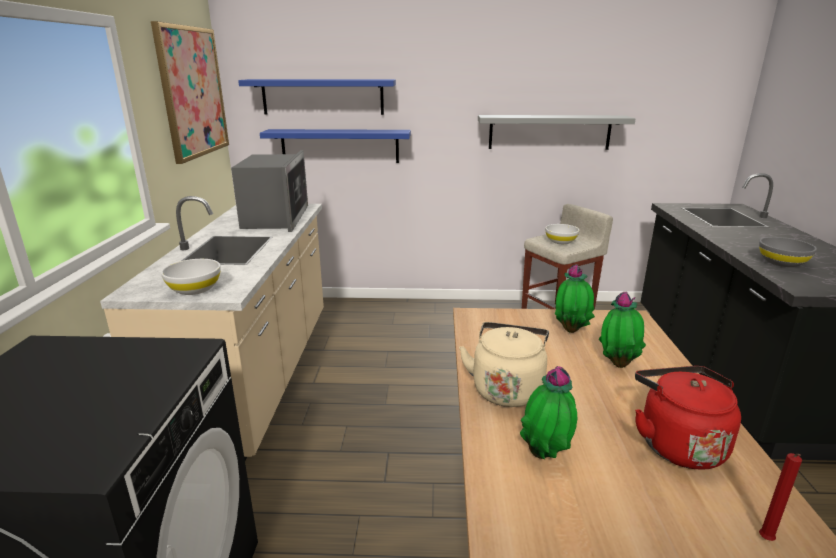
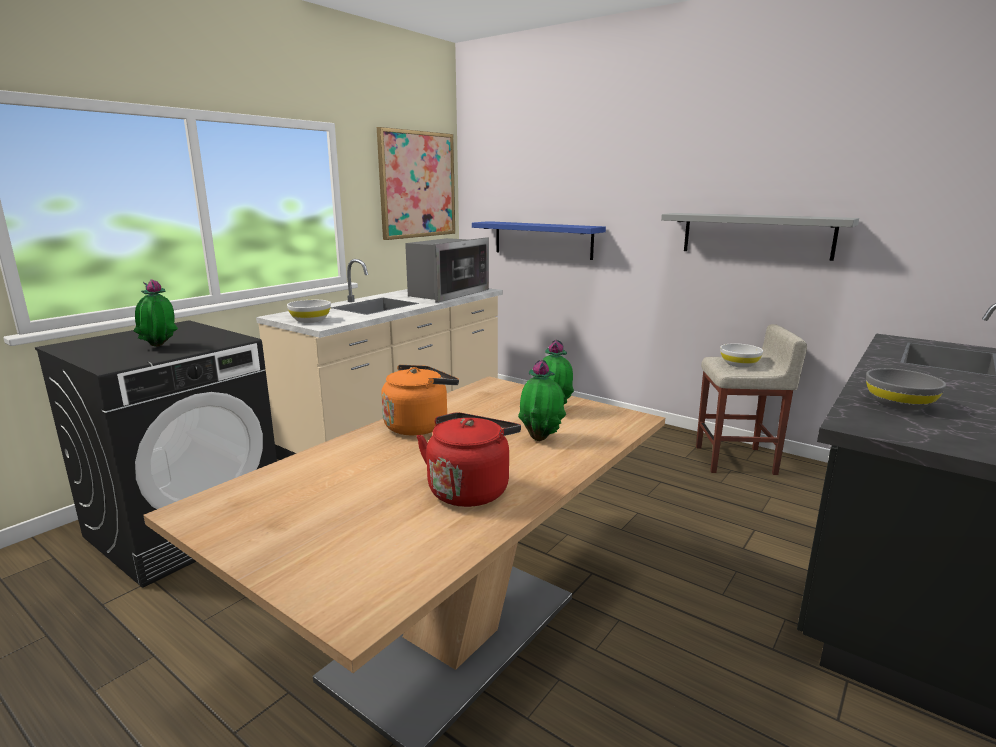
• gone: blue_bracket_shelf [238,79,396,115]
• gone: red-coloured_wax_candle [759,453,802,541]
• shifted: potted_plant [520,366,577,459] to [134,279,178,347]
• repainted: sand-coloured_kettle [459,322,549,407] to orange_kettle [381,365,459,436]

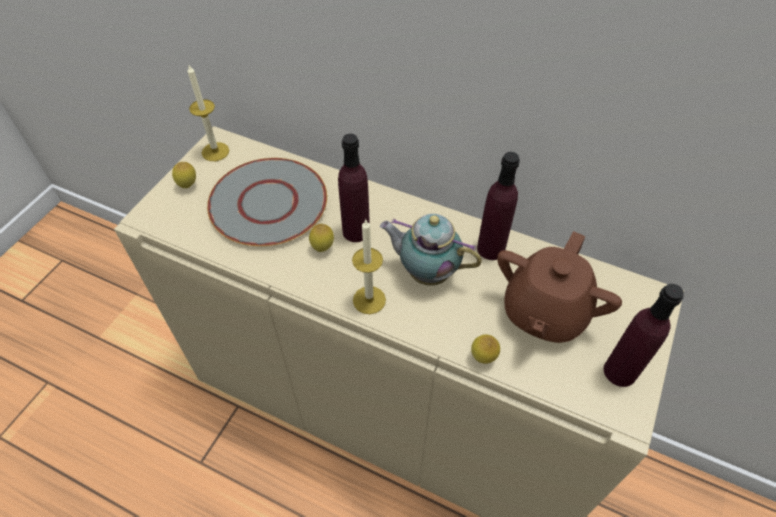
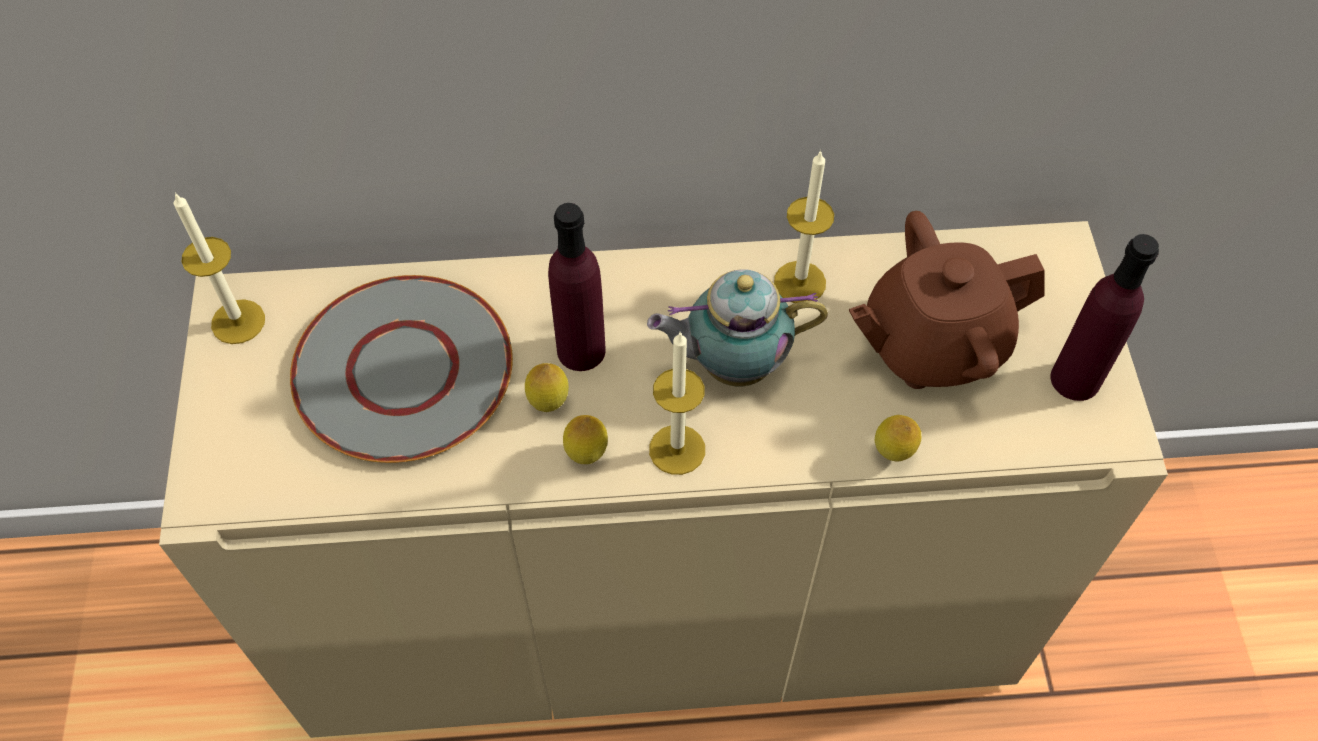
• shifted: lemon [172,162,196,188] to [563,415,608,464]
• swapped: purplish_beverage_bottle [477,152,520,260] to wax_candle [774,150,834,303]
• rotated: brown-coloured_pot_for_tea [497,231,622,343] = [849,211,1045,389] 75 degrees clockwise

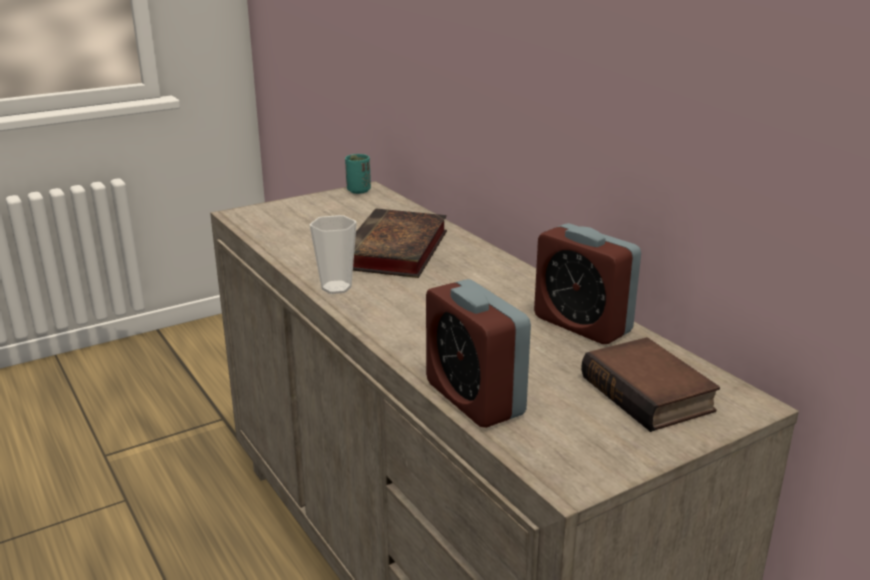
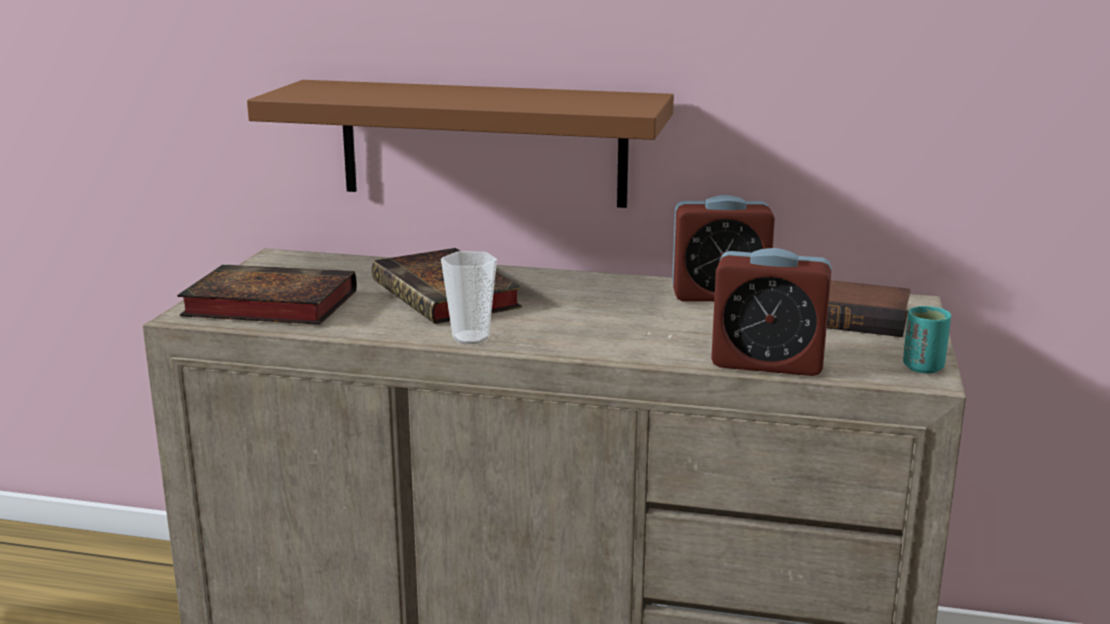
• new: volume [177,264,357,325]
• new: brown-coloured_bracket_shelf [247,80,674,208]
• shifted: blue-green_cup [345,154,371,194] to [903,306,951,373]

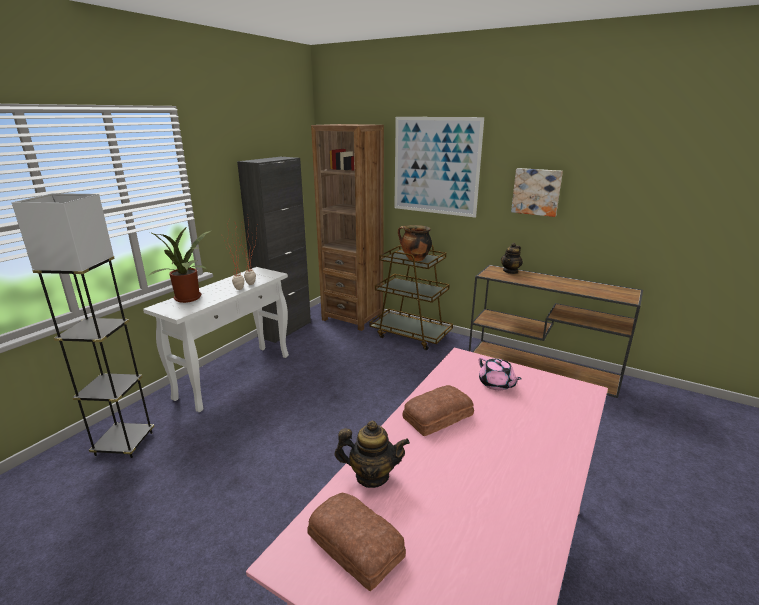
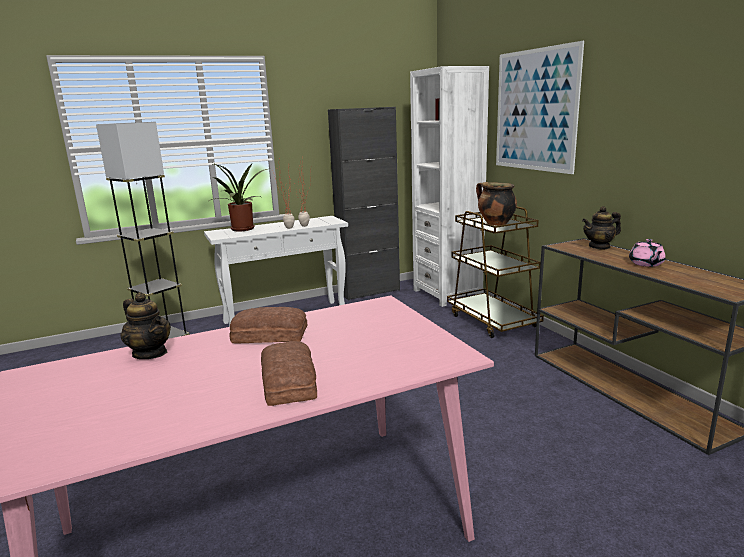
• gone: wall_picture [511,168,563,217]
• shifted: bread [307,492,406,591] to [261,341,317,406]
• shifted: pinkish_pot_for_tea [479,357,522,391] to [629,239,666,267]
• repainted: brown-coloured_bookcase [311,124,384,331] to white_bookcase [410,66,489,307]

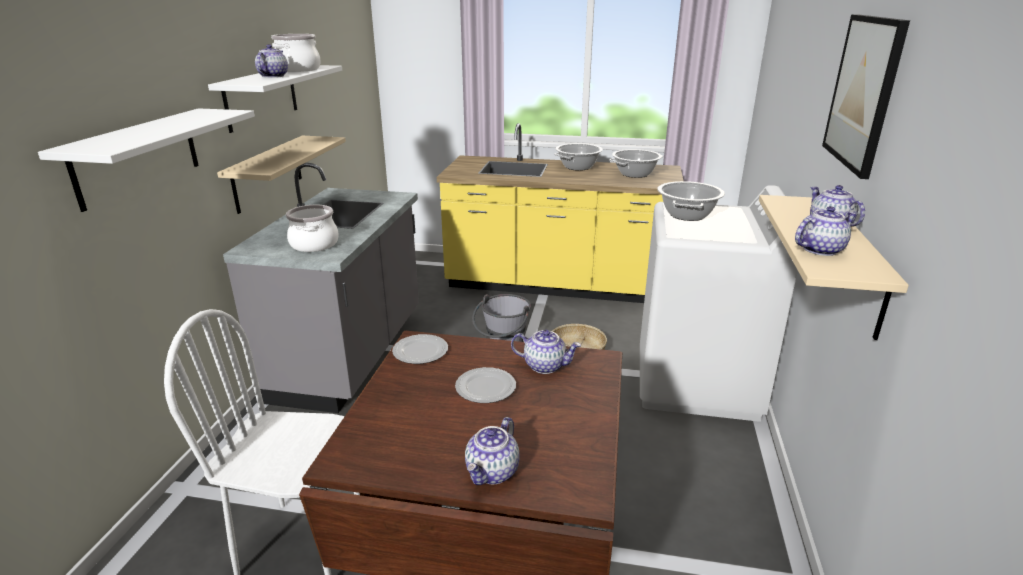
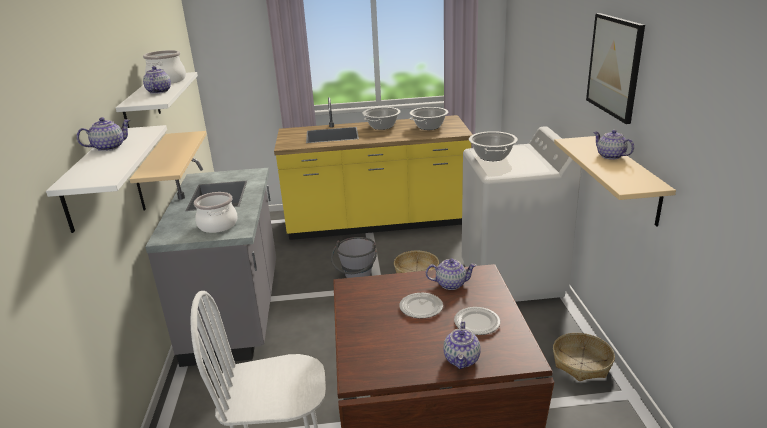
• new: storage_basket [553,333,615,381]
• shifted: flat_dish [392,334,448,364] to [454,307,500,335]
• shifted: pot_for_tea [795,206,856,256] to [77,117,130,151]

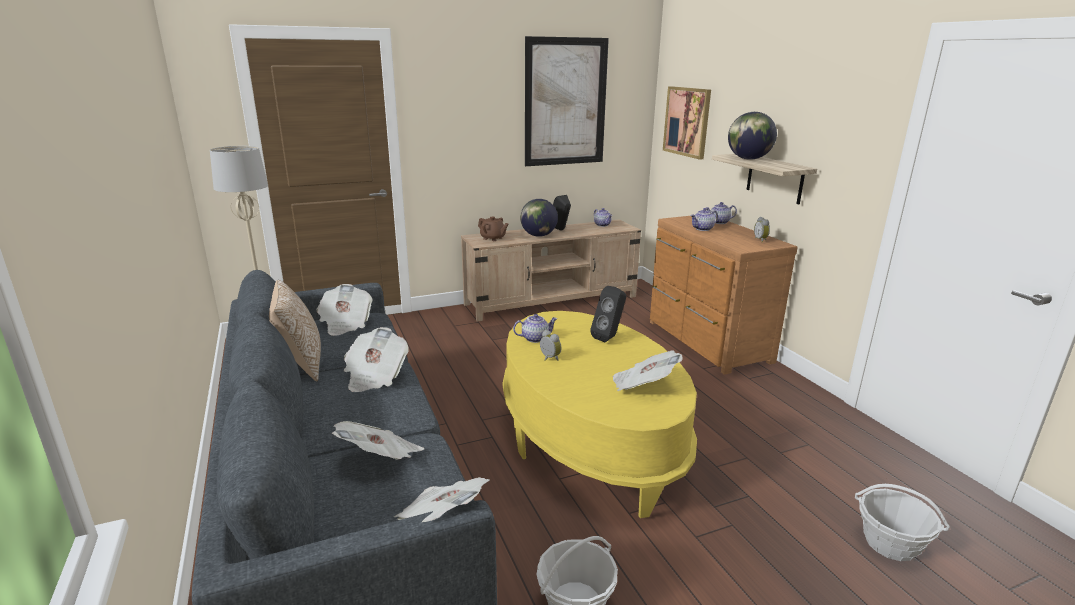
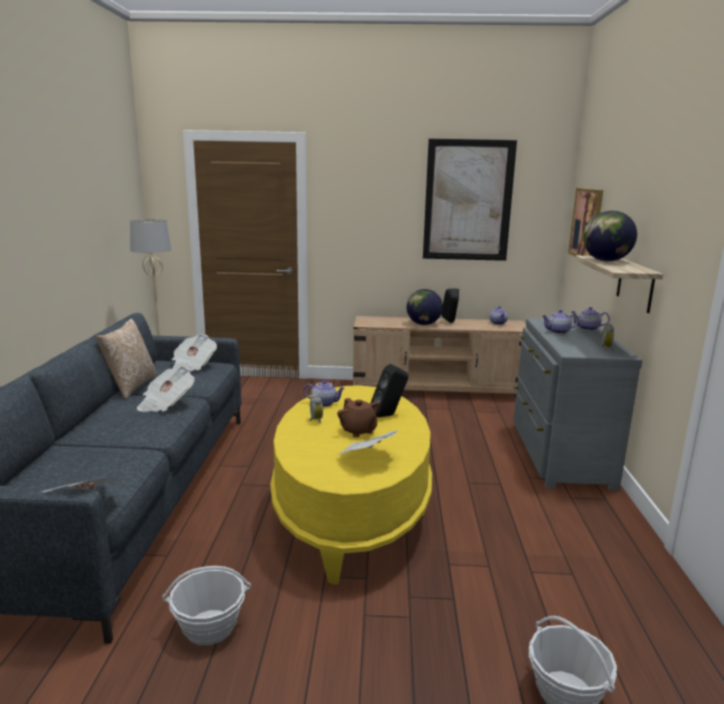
• gone: daily_paper [332,421,424,460]
• shifted: brown-coloured_pot_for_tea [478,217,509,241] to [337,398,380,437]
• repainted: brown-coloured_dresser [650,216,798,375] to greyish_dresser [513,318,642,491]

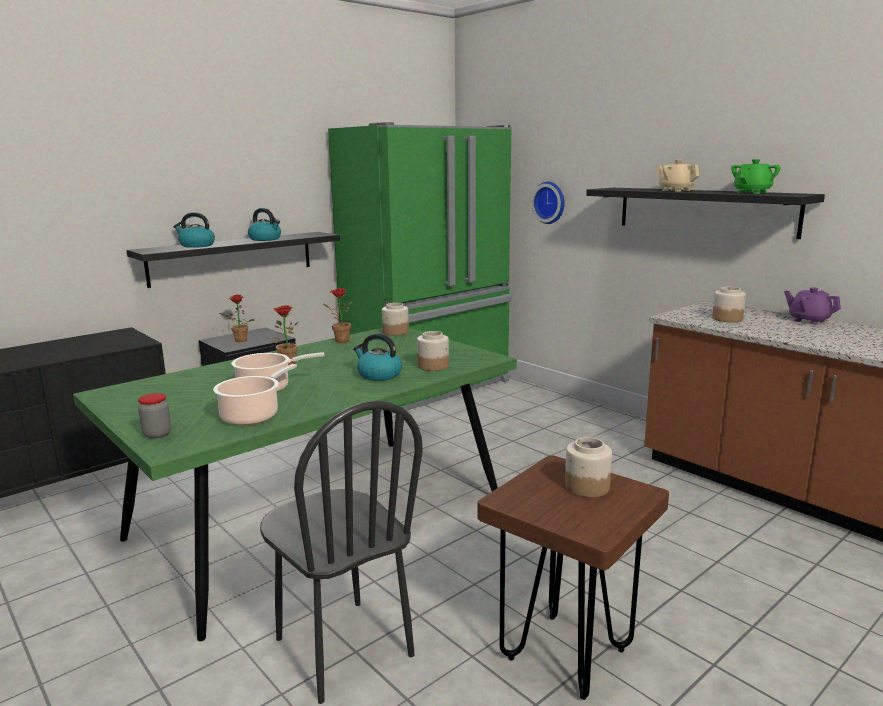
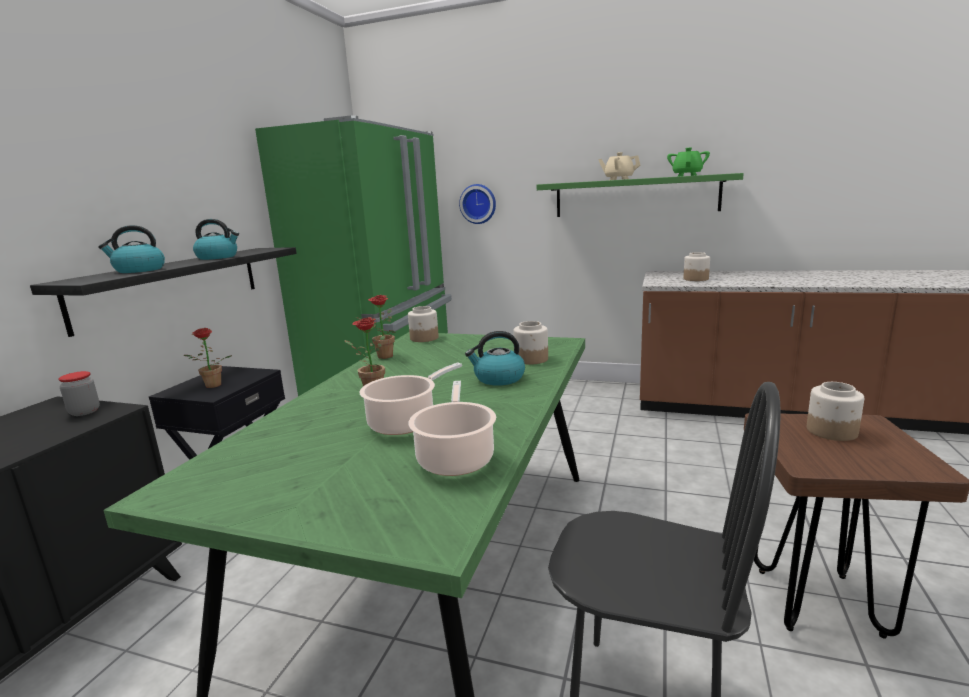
• gone: purplish_pot_for_tea [784,287,841,325]
• shifted: storage_jar [138,393,171,439] to [59,371,100,416]
• repainted: black_bracket_shelf [586,188,825,239] to greenish_bracket_shelf [537,173,744,217]

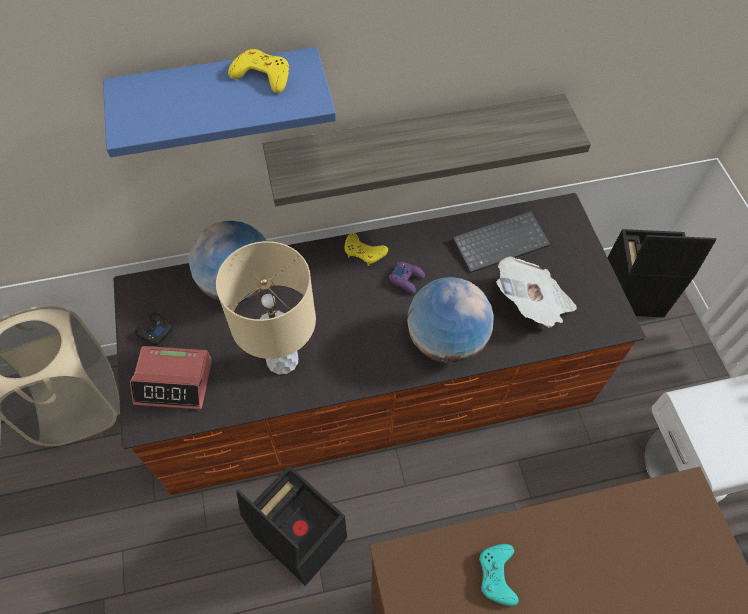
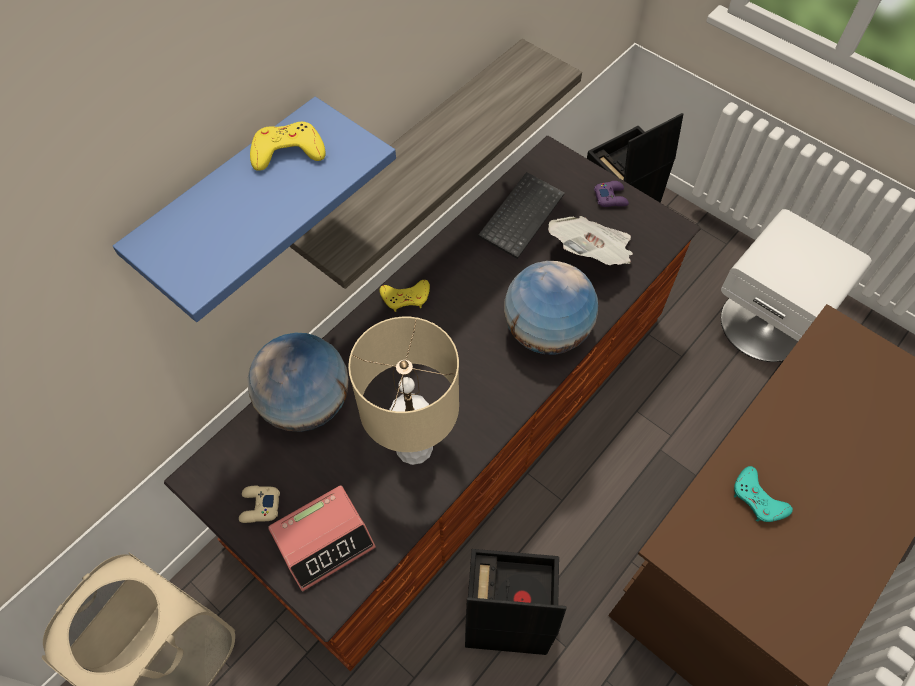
• shifted: purplish_joypad [389,262,425,294] to [594,181,629,207]
• repainted: black_joypad [134,313,173,346] to sand-coloured_joypad [239,486,280,523]

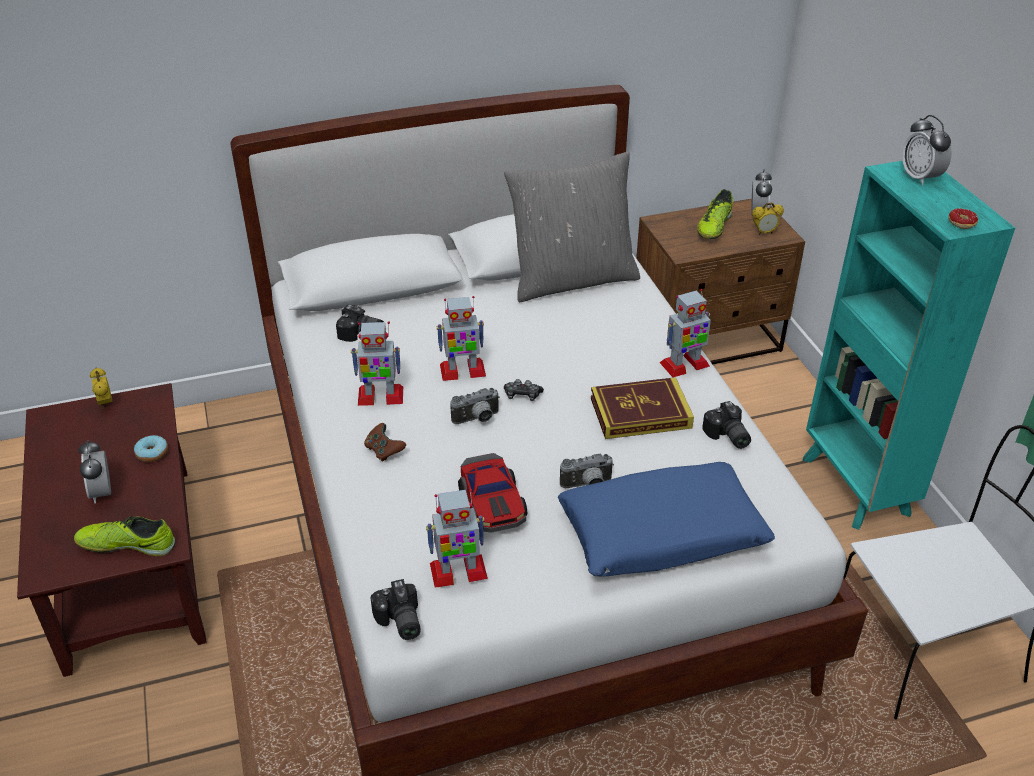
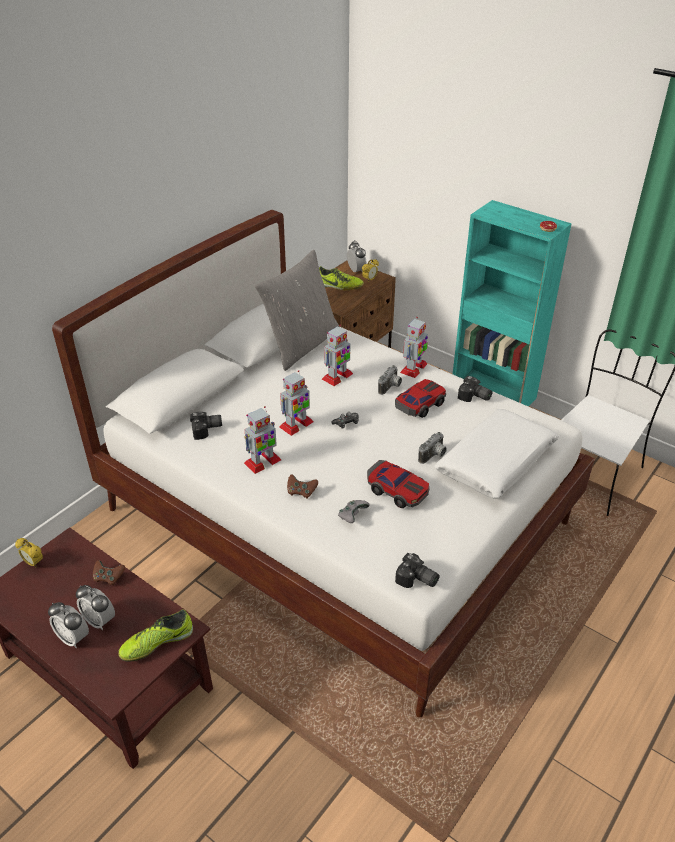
• new: greyish_joypad [338,500,370,523]
• shifted: robot_figure [426,489,488,588] to [322,325,353,386]
• shifted: still_camera [450,388,500,424] to [378,365,402,395]
• shifted: alarm_clock [902,115,951,186] to [48,602,89,648]
• swapped: donut [134,435,168,462] to brown-coloured_joypad [93,560,125,585]
• swapped: volume [591,377,694,439] to miniature_car [395,379,446,418]
• repainted: blue_cushion [558,462,775,576] to white_cushion [434,409,559,499]
• rotated: shoe [697,189,733,239] = [319,266,364,290] 60 degrees counterclockwise

